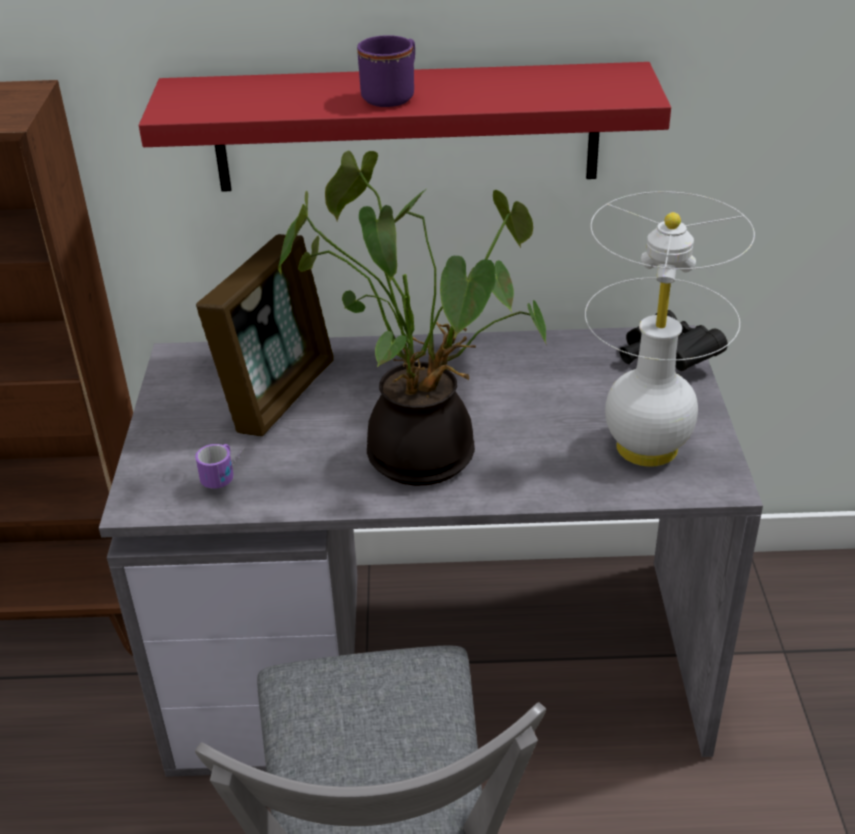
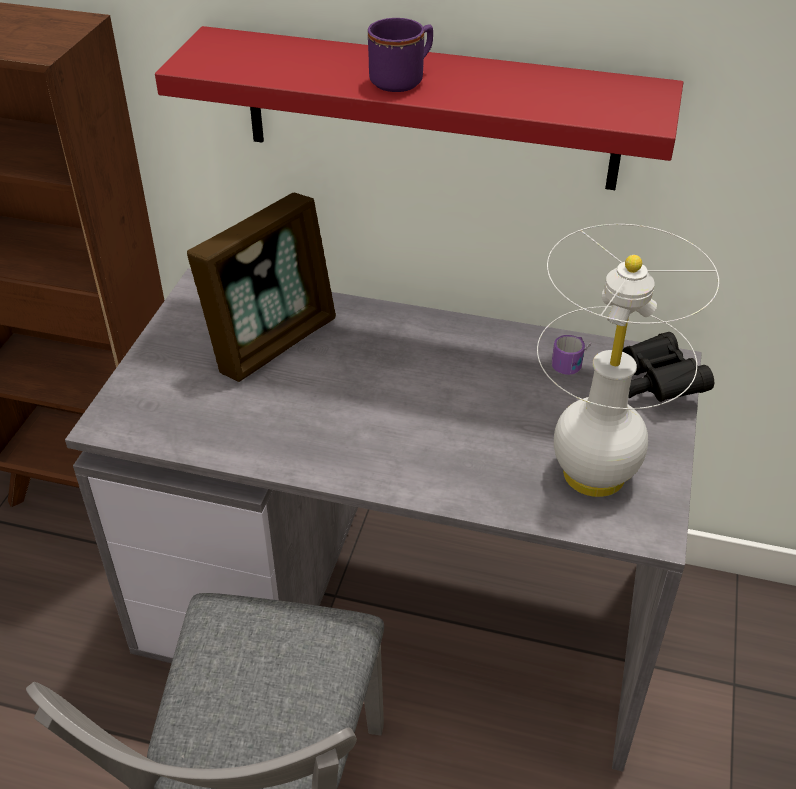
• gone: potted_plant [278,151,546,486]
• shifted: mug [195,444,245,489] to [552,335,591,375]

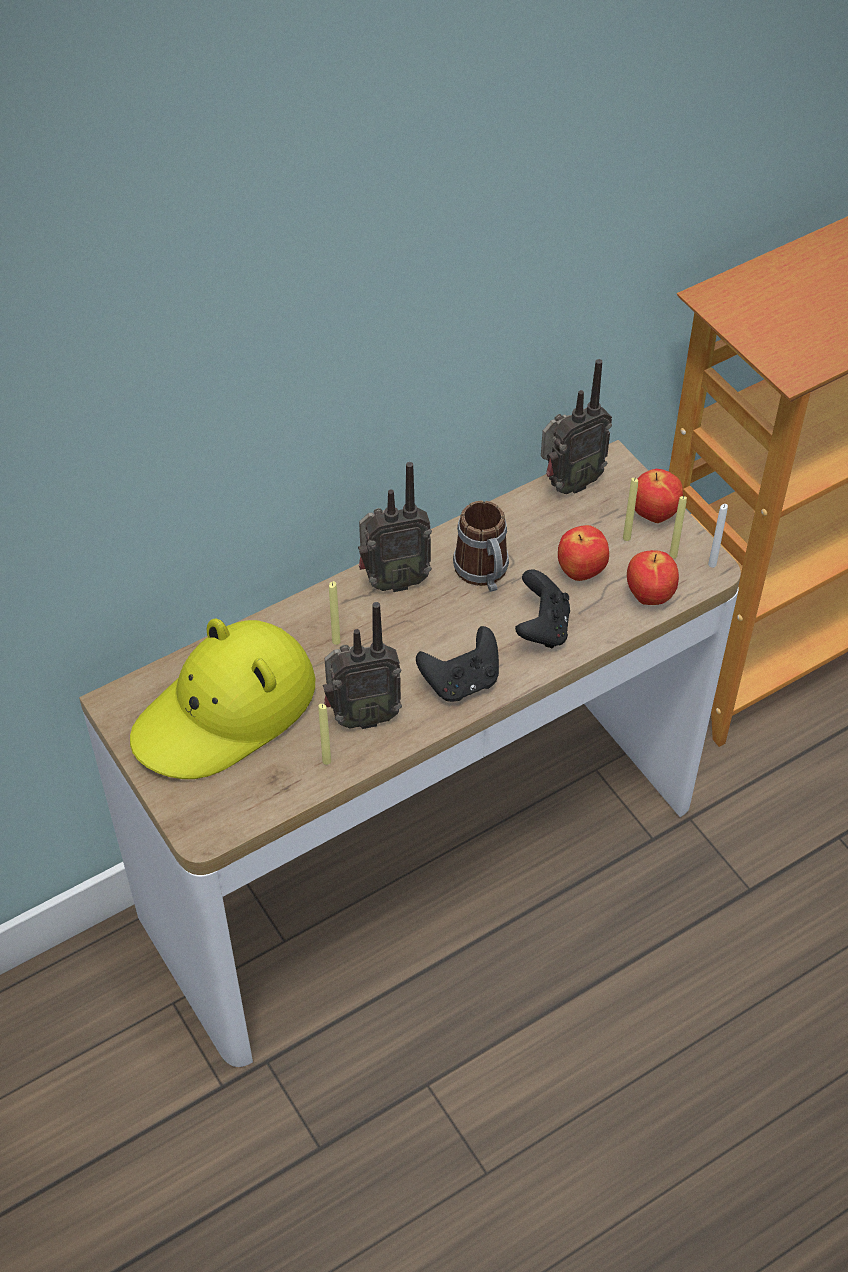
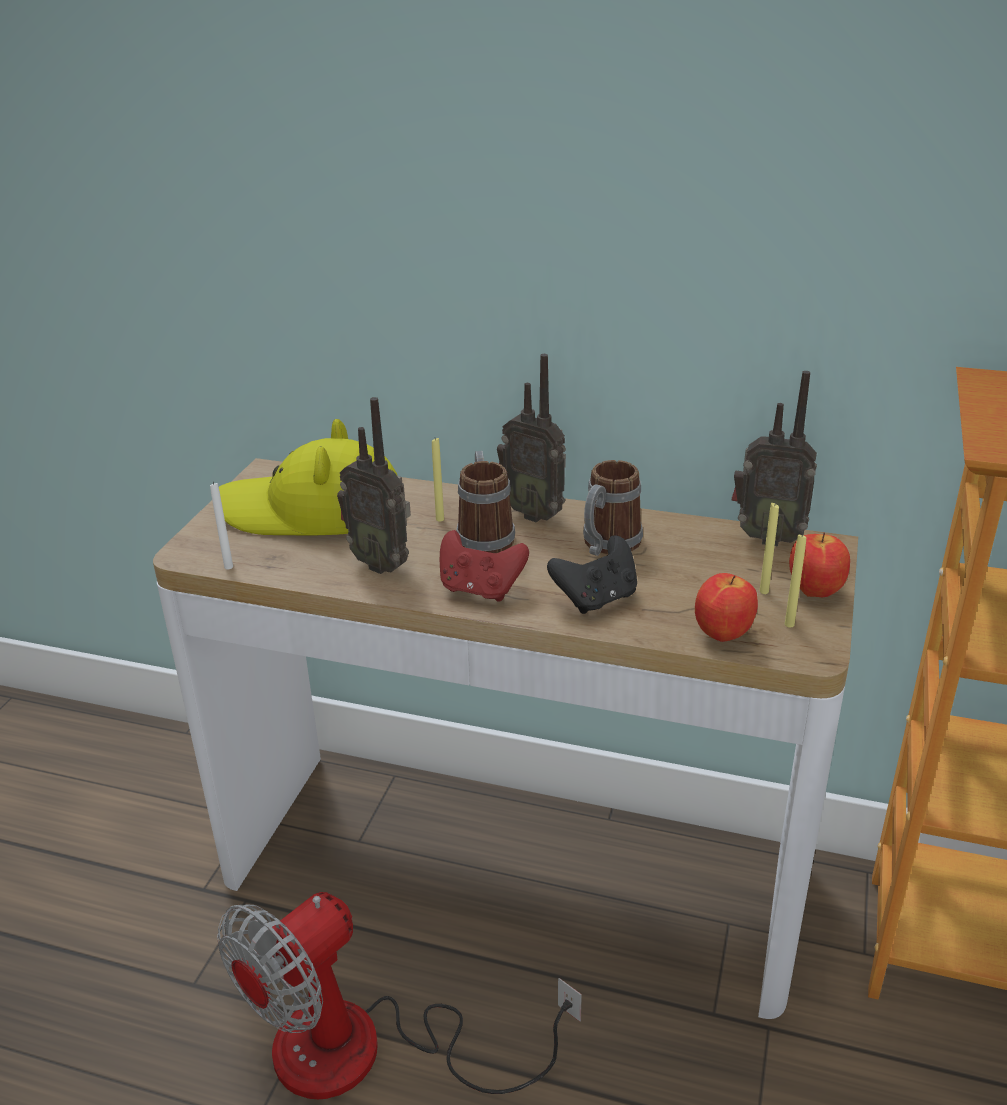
• gone: yellowish_wax_candle [319,704,331,765]
• gone: whole_apple [558,525,609,581]
• new: cooling_fan [217,892,582,1099]
• new: mug [456,451,515,553]
• shifted: white_wax_candle [708,504,728,568] to [210,482,233,569]
• repainted: black_joypad [416,626,499,702] to red-coloured_joypad [440,530,529,602]

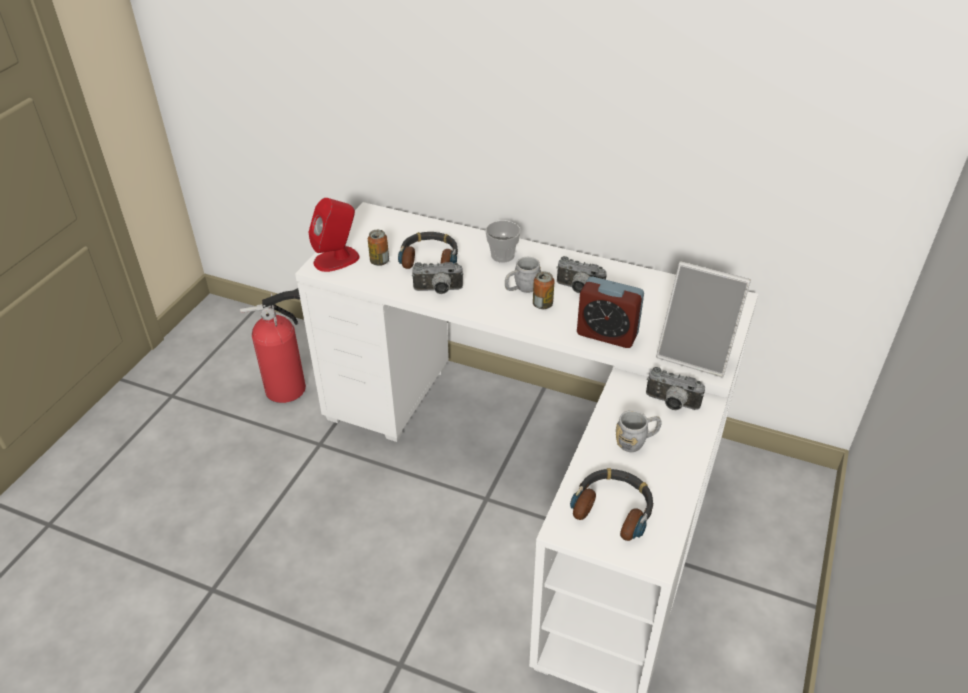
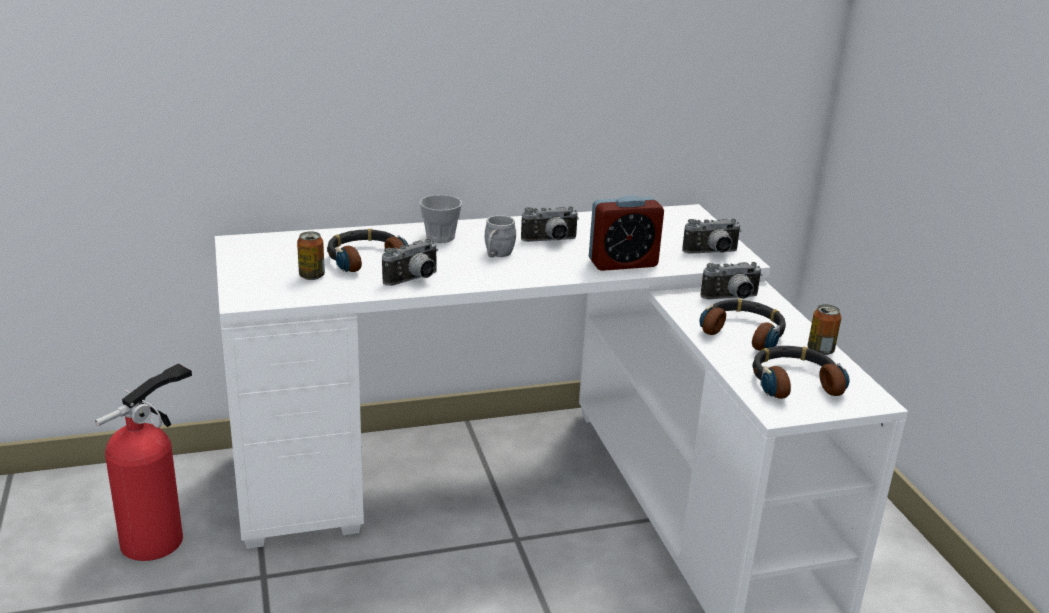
• gone: red-coloured_speaker [308,198,359,272]
• shifted: can [533,271,555,309] to [808,304,841,355]
• swapped: greyish_mug [616,410,662,452] to pair_of_headphones [699,299,786,351]
• swapped: standing_frame [656,261,751,377] to still_camera [682,218,741,254]

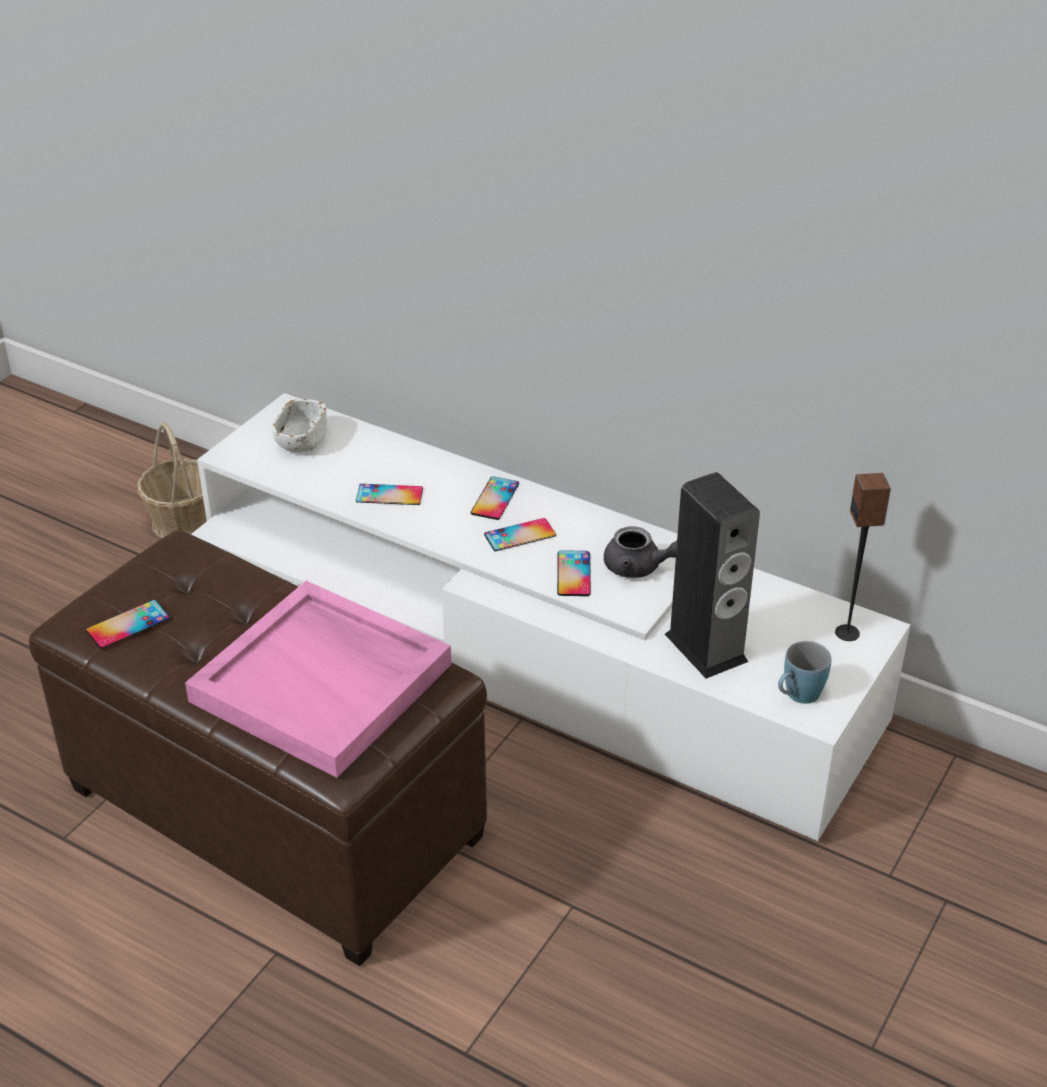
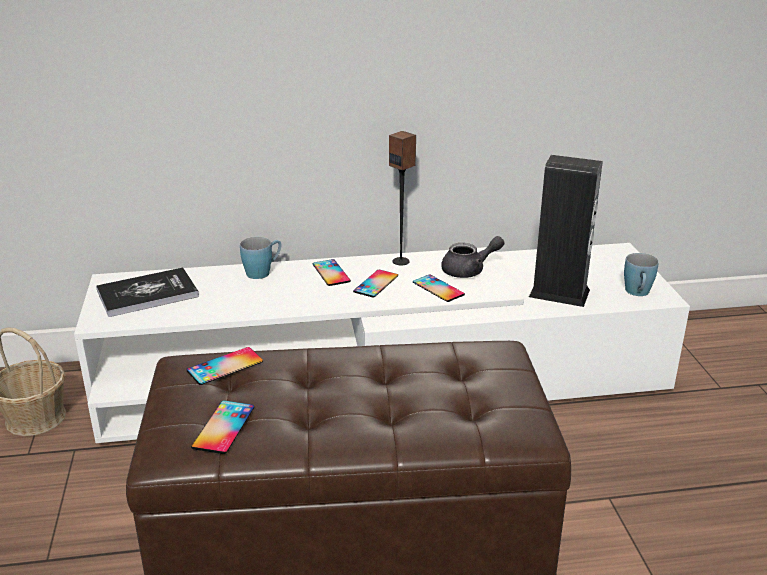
• gone: pinkish_carrying_tray [185,581,451,778]
• new: blue_mug [240,237,281,279]
• shifted: handset [356,484,423,505] to [187,347,263,385]
• shifted: speaker [835,473,891,641] to [389,131,416,265]
• swapped: white_bowl [272,399,327,453] to volume [96,268,199,317]

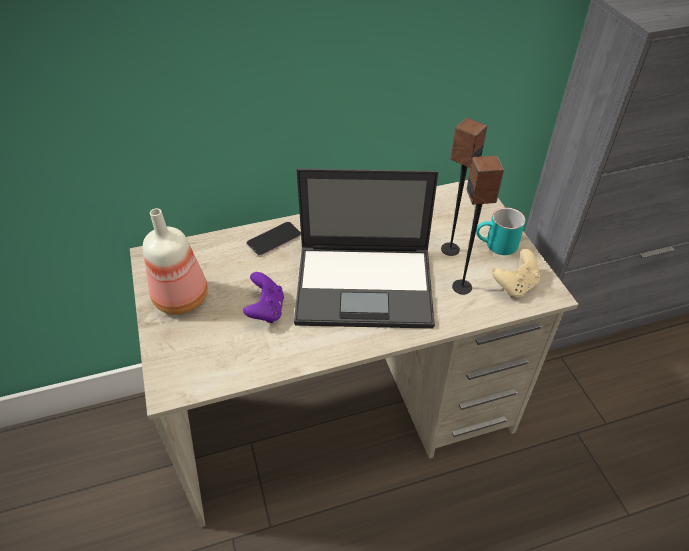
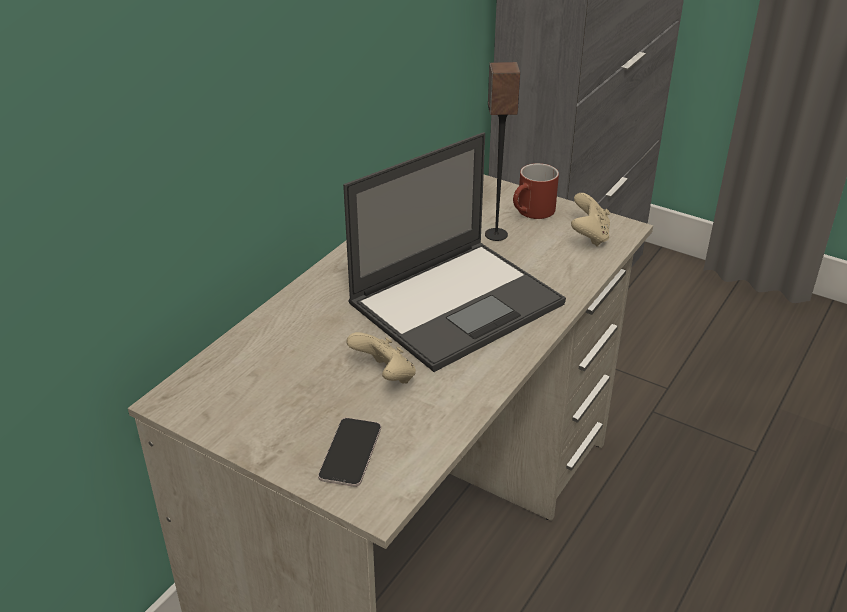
• gone: beverage_bottle [143,208,208,315]
• gone: speaker [452,156,504,295]
• shifted: handset [246,222,301,257] to [318,418,381,487]
• repainted: purplish_joypad [243,272,284,323] to sand-coloured_joypad [347,332,416,384]
• repainted: blue-green_mug [476,208,526,255] to red-coloured_mug [513,163,559,219]

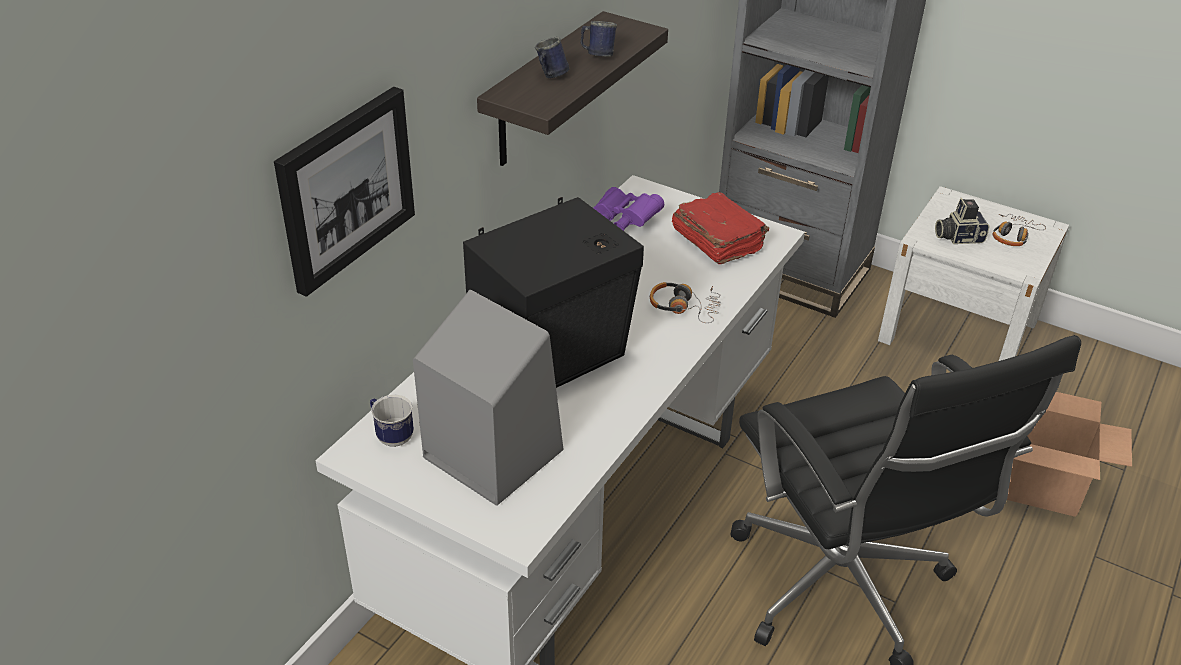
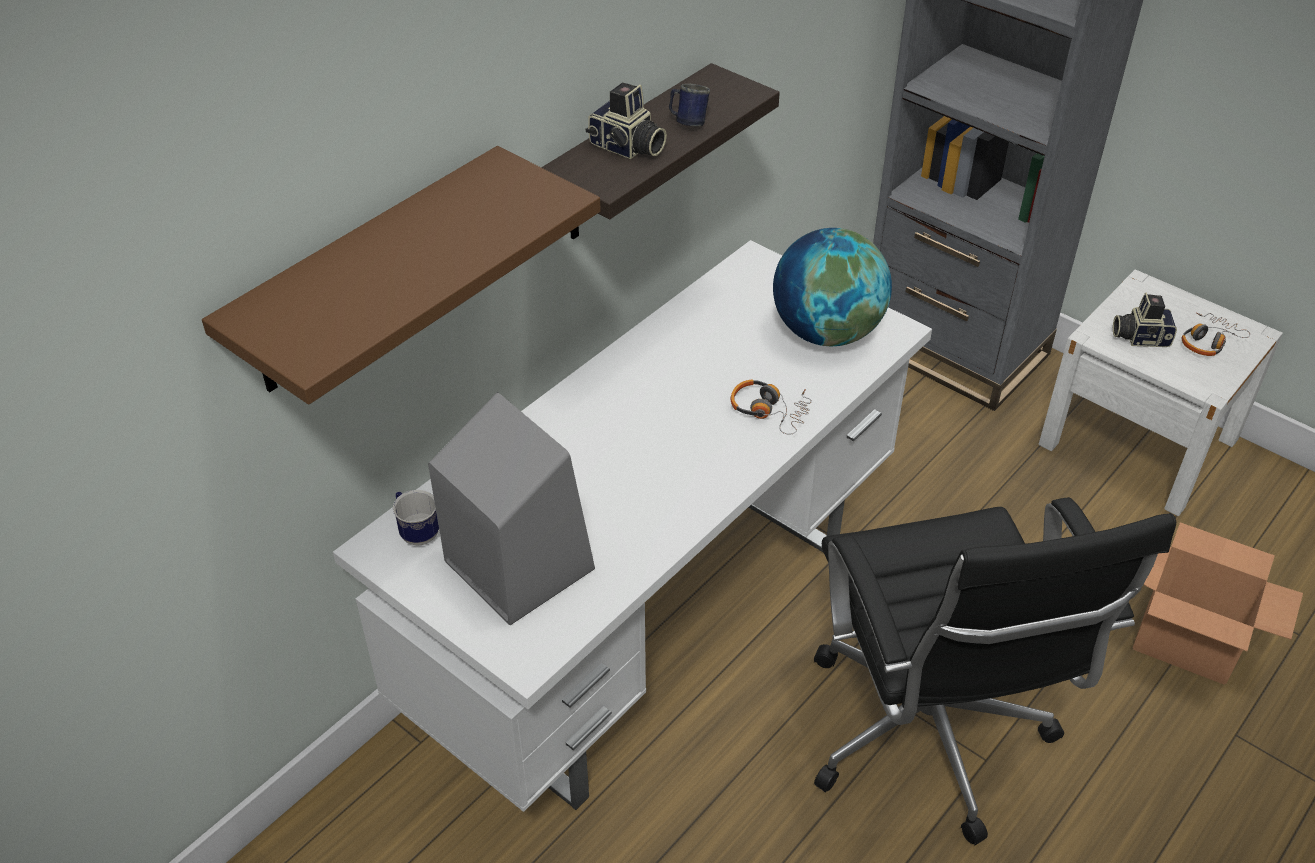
• gone: black_speaker [463,197,644,388]
• gone: purplish_binoculars [593,187,664,231]
• swapped: wall_picture [274,87,415,297] to brown-coloured_bracket_shelf [202,146,601,405]
• swapped: blue_mug [535,37,569,78] to still_camera [585,82,667,159]
• swapped: red-coloured_volume [672,192,769,264] to desk_globe [773,228,892,346]

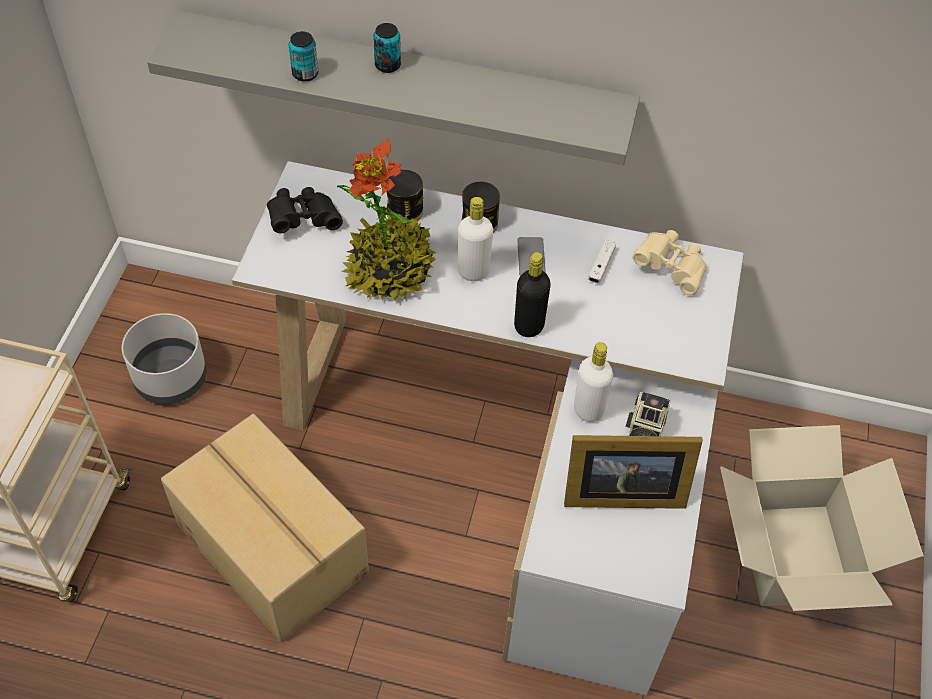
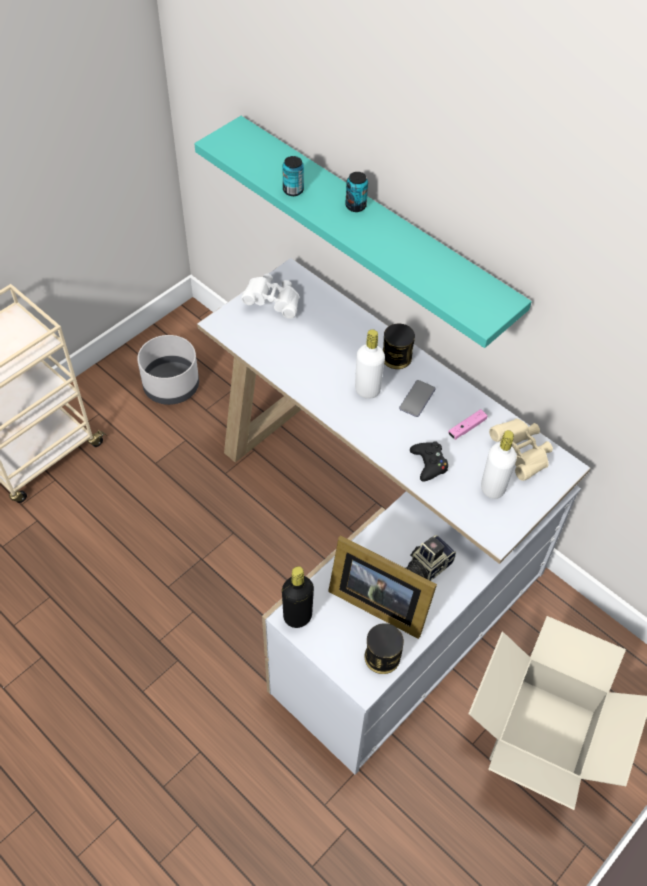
• gone: cardboard_box [161,414,369,643]
• gone: potted_plant [337,138,436,301]
• new: black_joypad [410,441,448,482]
• shifted: can [386,170,423,220] to [364,623,404,674]
• shifted: black_beverage_bottle [514,252,551,337] to [282,566,314,628]
• shifted: white_beverage_bottle [574,342,613,422] to [481,430,517,499]
• repainted: greyish_bracket_shelf [147,10,640,165] to blue-green_bracket_shelf [194,116,532,348]
• repainted: black_binoculars [267,187,343,233] to white_binoculars [241,274,300,319]
• repainted: white_joypad [588,240,616,283] to pinkish_joypad [448,409,488,440]

